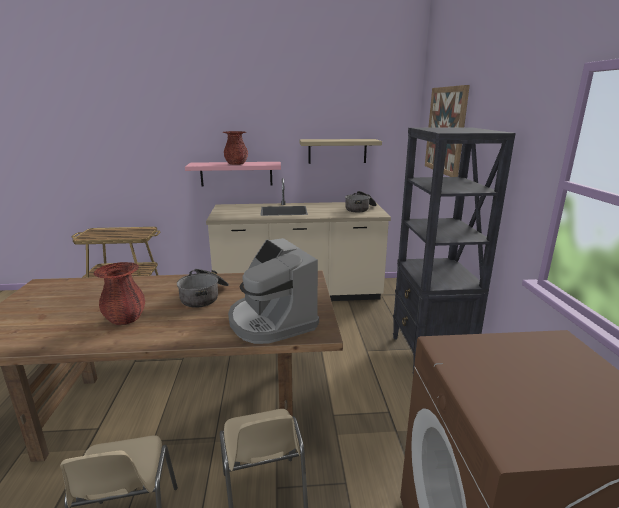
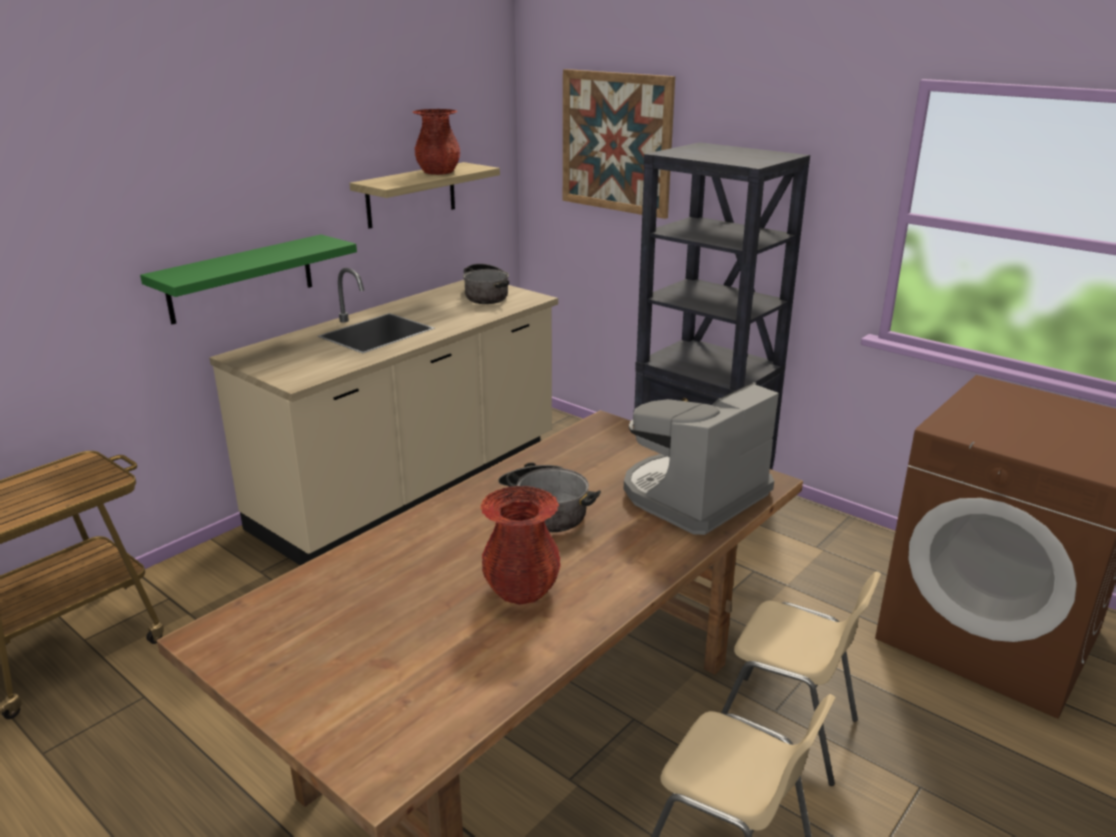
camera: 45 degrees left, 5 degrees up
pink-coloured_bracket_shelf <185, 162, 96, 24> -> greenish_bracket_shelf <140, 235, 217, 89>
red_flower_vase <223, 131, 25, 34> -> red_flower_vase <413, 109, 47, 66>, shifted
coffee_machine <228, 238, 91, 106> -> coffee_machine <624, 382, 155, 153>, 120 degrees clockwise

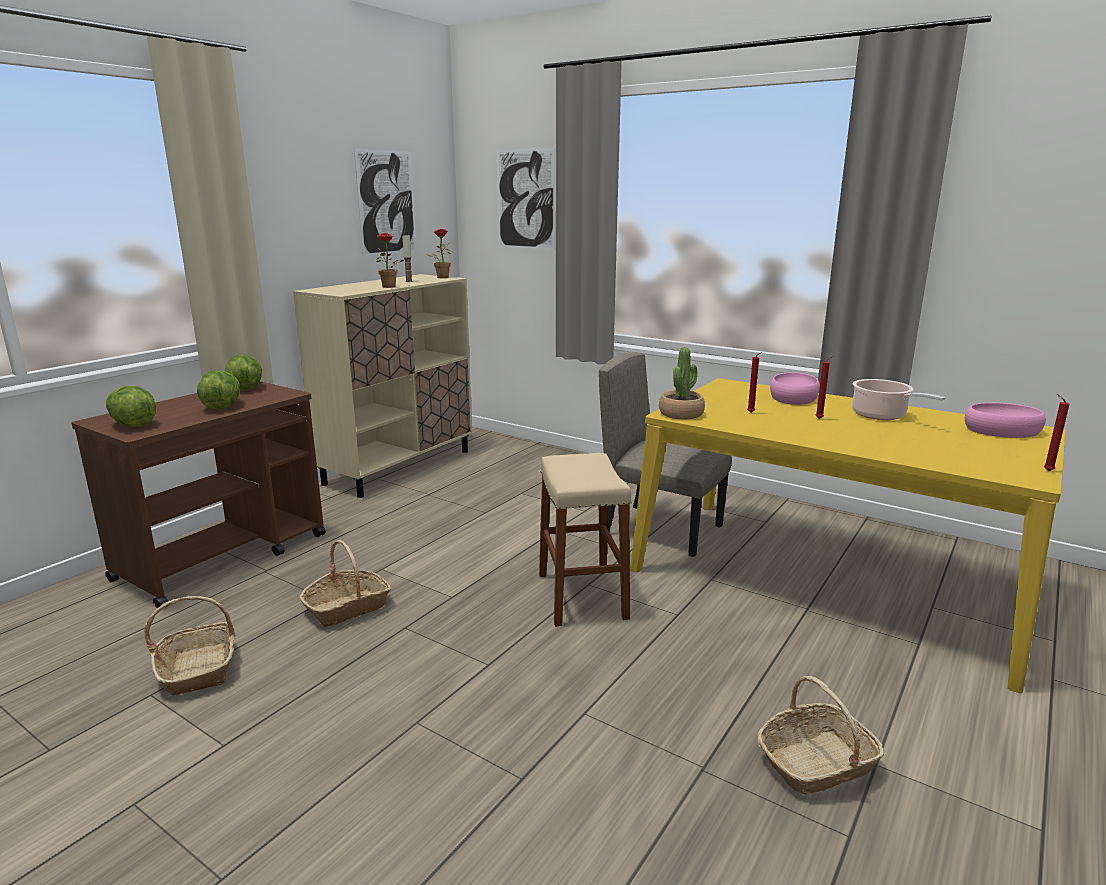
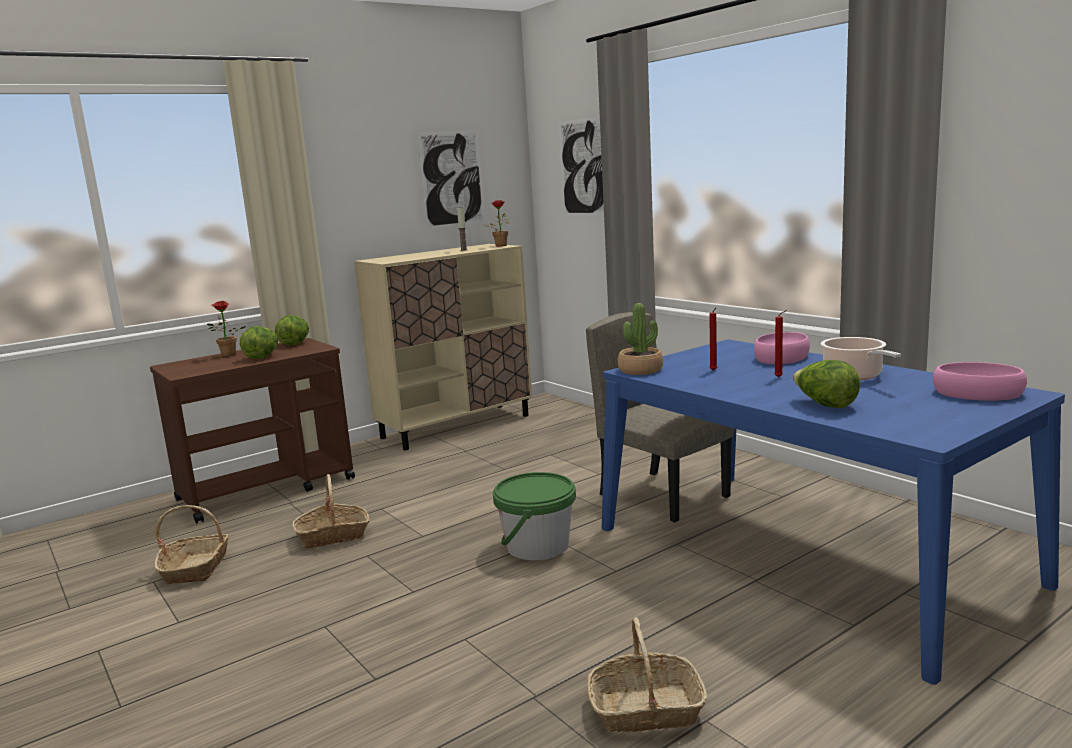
camera: 20 degrees right, 5 degrees down
head_of_lettuce <106, 386, 50, 41> -> head_of_lettuce <793, 360, 67, 48>, shifted
houseplant <376, 233, 29, 55> -> houseplant <207, 301, 39, 56>, shifted
beige_stool_seat <539, 453, 93, 174> -> greenish_water_bucket <493, 472, 83, 88>
yellow-coloured_dinner_table <630, 378, 436, 315> -> blue-coloured_dinner_table <602, 340, 463, 345>
red_wax_candle <1044, 394, 25, 77> -> none

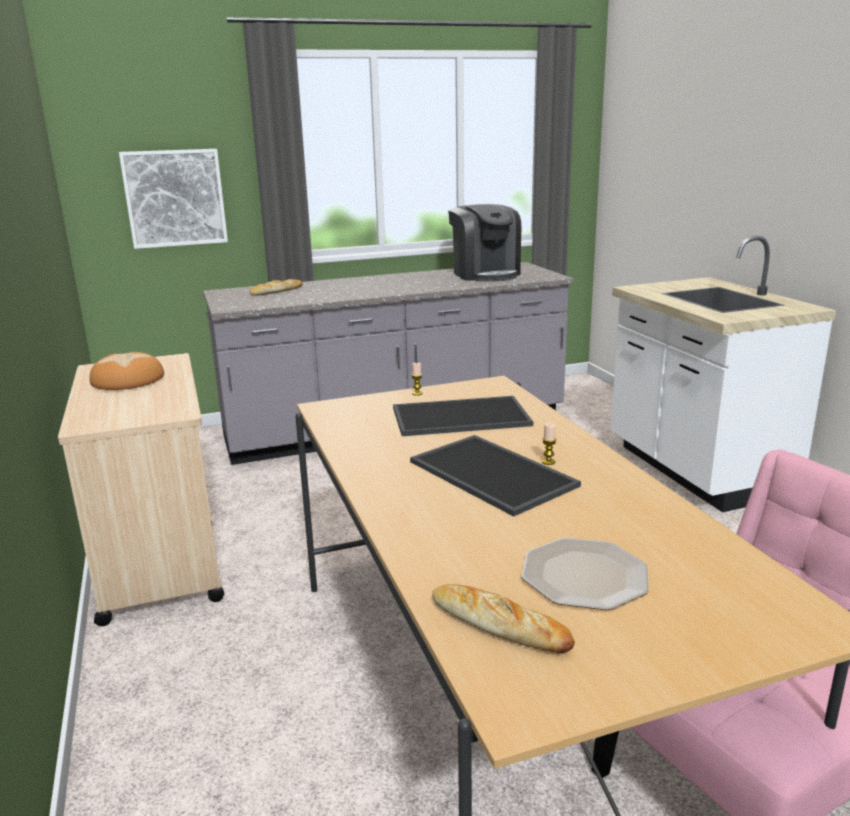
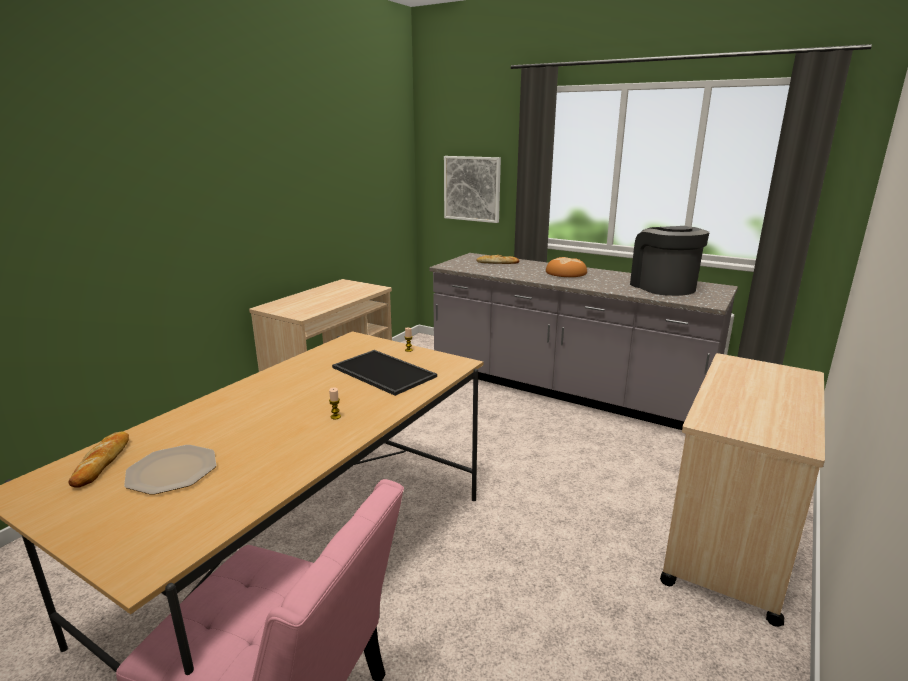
camera: 50 degrees right, 0 degrees up
baked_bread <89, 352, 75, 38> -> baked_bread <546, 257, 41, 20>, shifted
carrying_tray <410, 435, 171, 82> -> none
coffee_machine <448, 204, 73, 78> -> coffee_machine <630, 226, 79, 70>, 135 degrees clockwise
white_kitchen_base_unit <611, 236, 225, 276> -> beige_cart <660, 353, 165, 274>

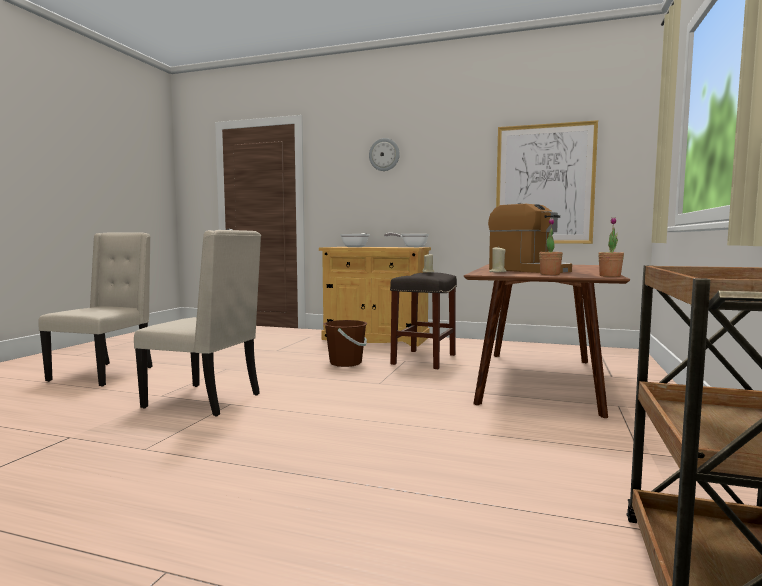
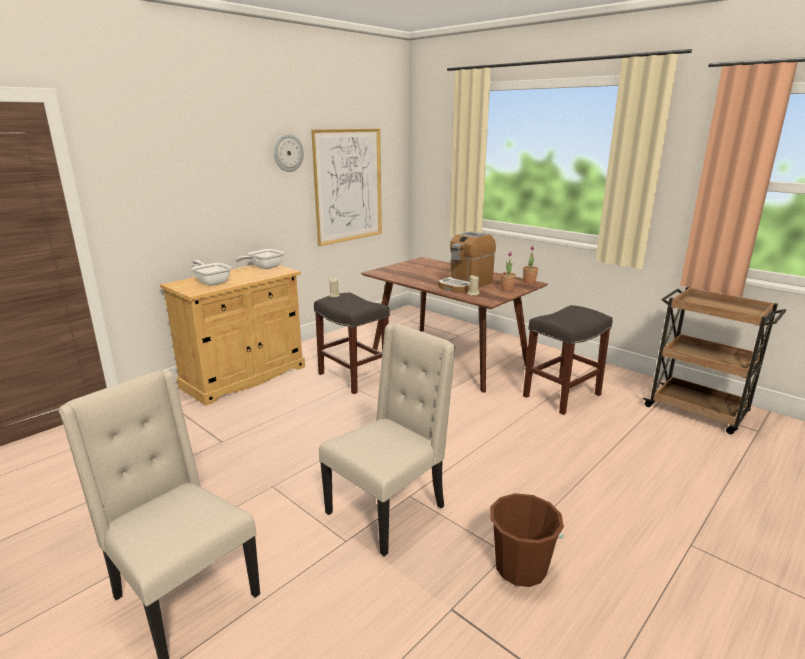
camera: 65 degrees left, 15 degrees up
brown_water_bucket <323, 320, 45, 47> -> brown_water_bucket <490, 493, 74, 94>, shifted
clock_on_the_wall <369, 138, 31, 33> -> clock_on_the_wall <274, 134, 30, 38>, shifted
coffee_machine <488, 203, 84, 70> -> coffee_machine <438, 231, 58, 62>, 150 degrees clockwise
none -> greyish_stool_seat <523, 305, 90, 110>

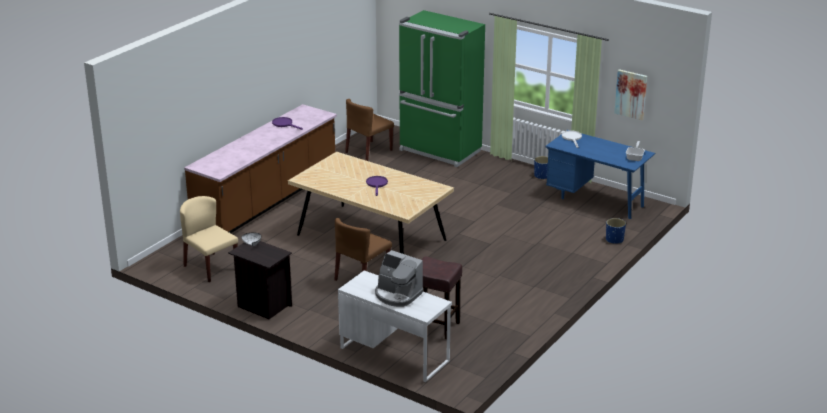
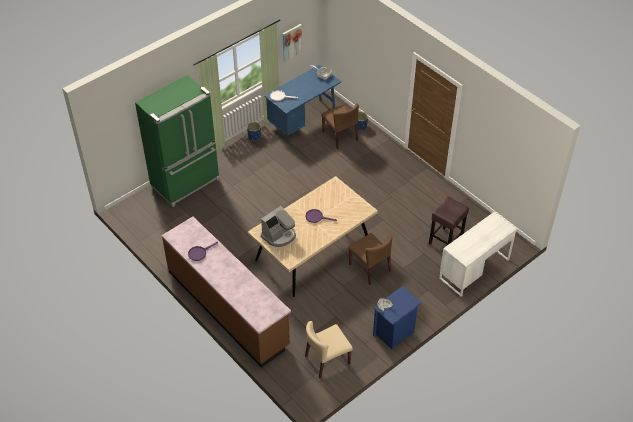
camera: 75 degrees left, 20 degrees up
blackish_night_table <228, 241, 64, 78> -> blue-coloured_night_table <373, 286, 49, 63>
brown_plain_chair <345, 99, 49, 62> -> brown_plain_chair <321, 103, 38, 46>, shifted
coffee_machine <375, 250, 49, 57> -> coffee_machine <261, 206, 35, 41>, shifted

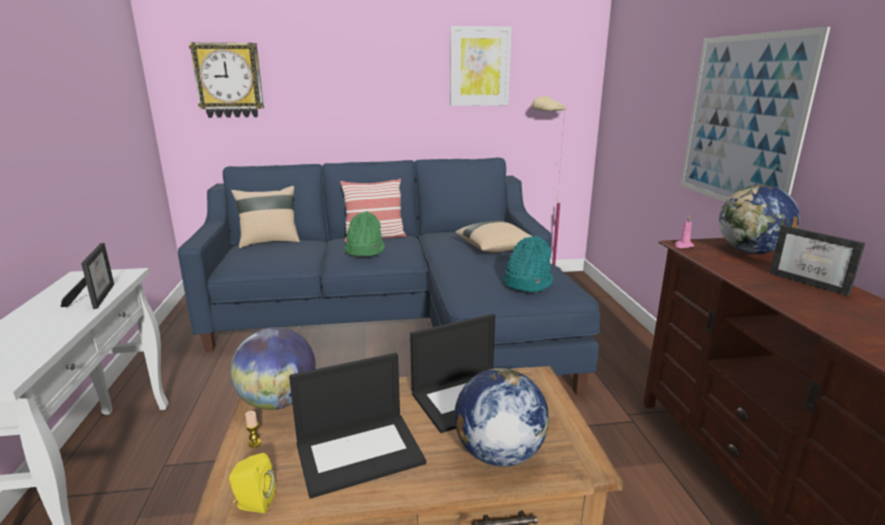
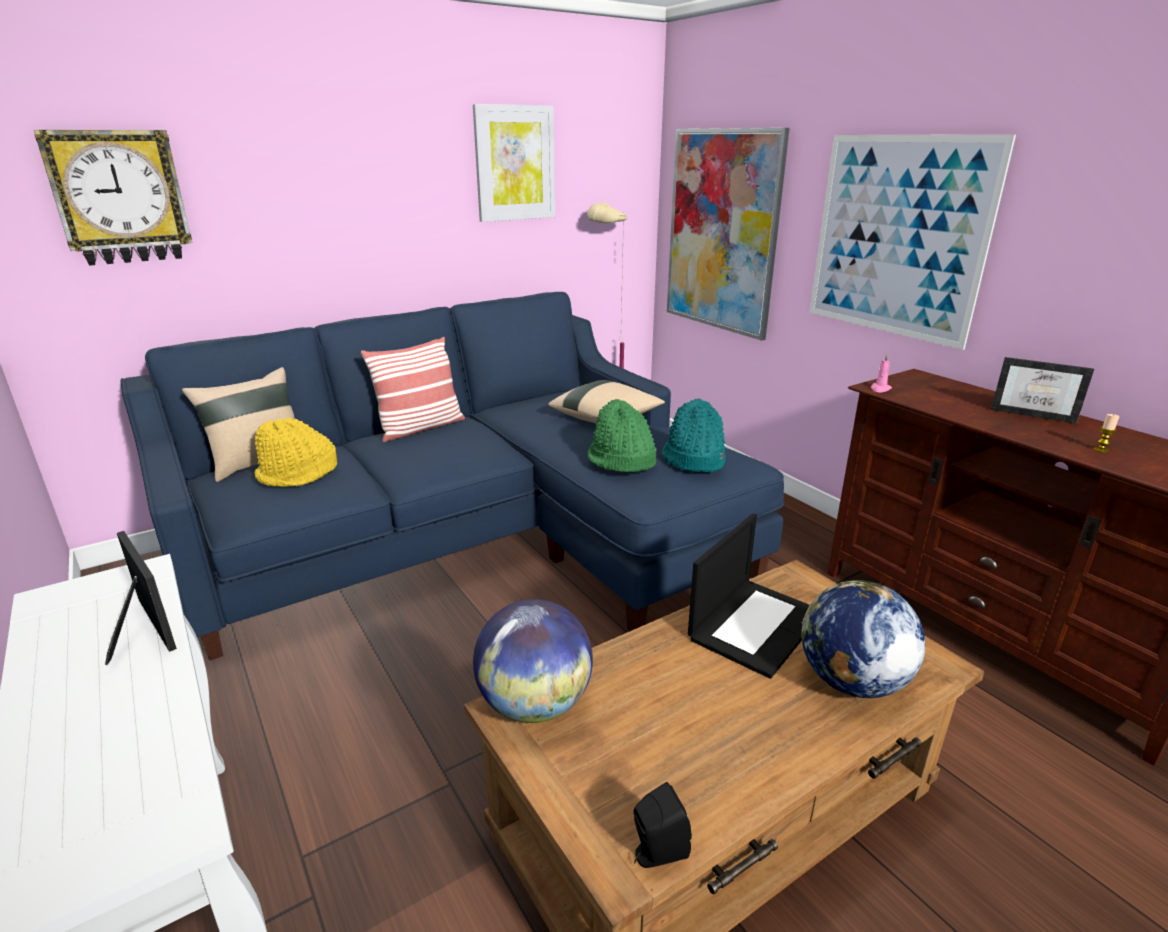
camera: 25 degrees left, 5 degrees up
yellow-coloured_speaker <229, 453, 46, 60> -> blackish_speaker <633, 782, 59, 86>
wax_candle <245, 411, 16, 37> -> wax_candle <1093, 414, 27, 39>, shifted
notebook_computer <289, 353, 137, 146> -> none
greenish_clothing_hat <344, 211, 41, 45> -> greenish_clothing_hat <588, 399, 69, 73>, shifted
desk_globe <719, 185, 81, 69> -> none
none -> yellow-coloured_clothing_hat <255, 418, 82, 69>
none -> wall_picture <667, 128, 123, 213>

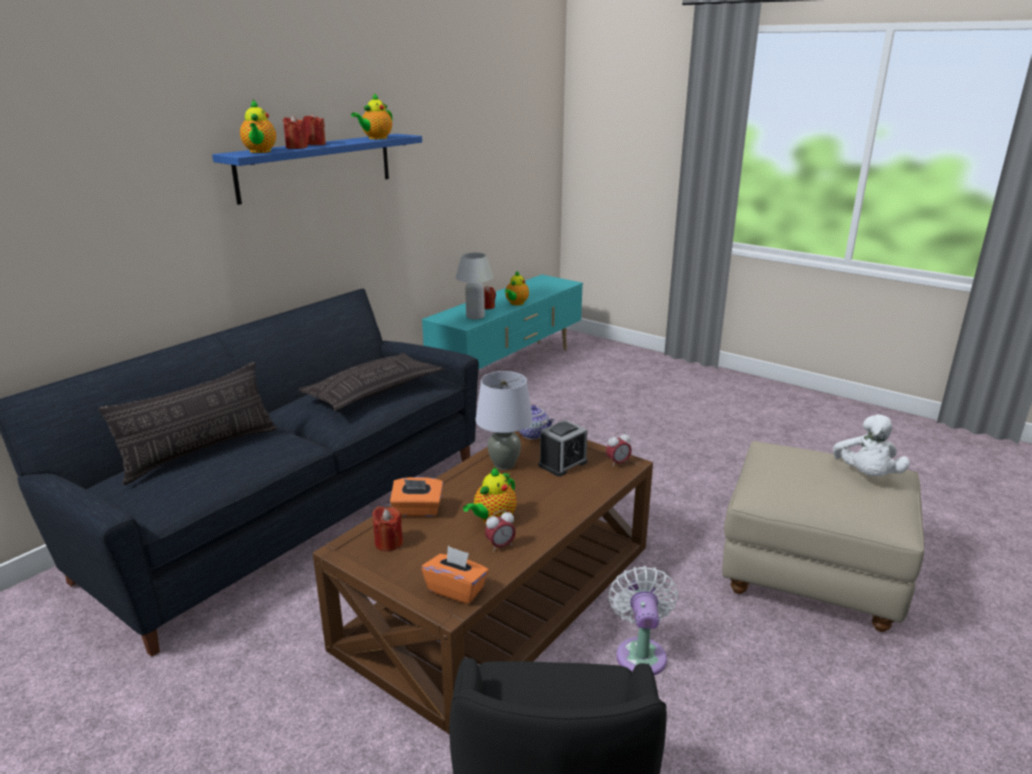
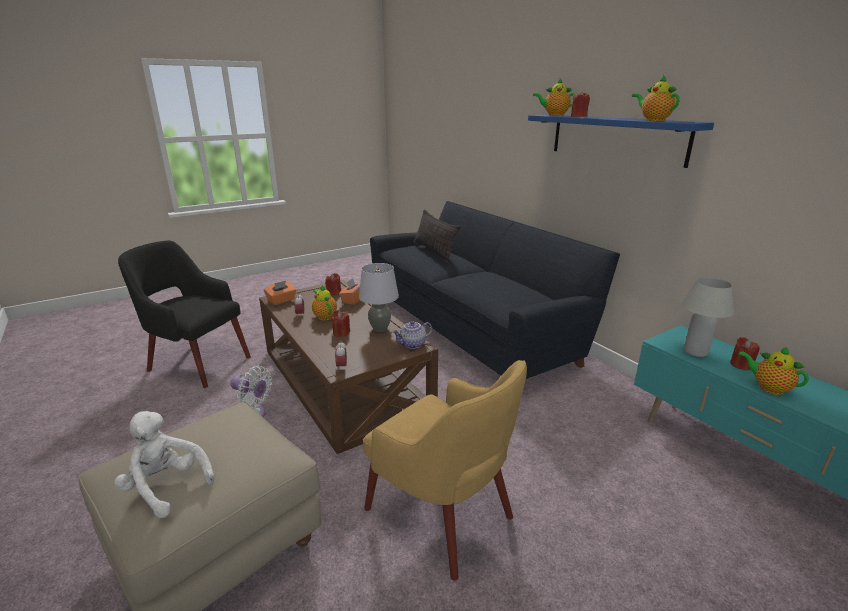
camera: 110 degrees right, 0 degrees up
cushion <299, 353, 145, 58> -> none
red_wax_candle <303, 113, 23, 32> -> red_wax_candle <331, 310, 19, 27>, shifted
table_clock <538, 420, 50, 57> -> none
none -> yellow-coloured_easy_chair <363, 360, 164, 221>

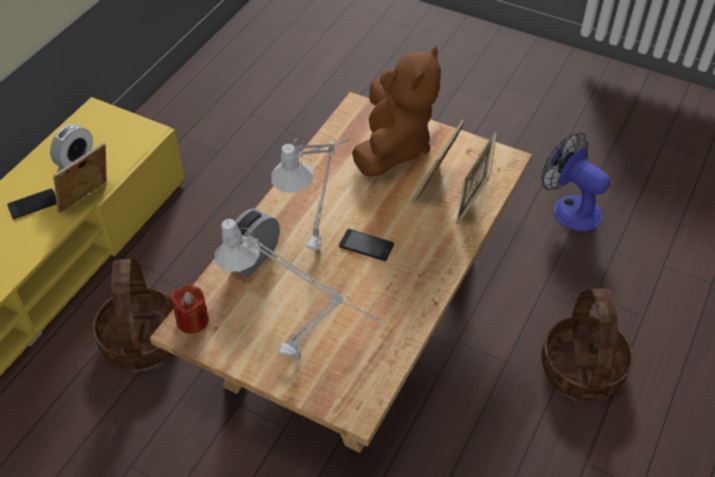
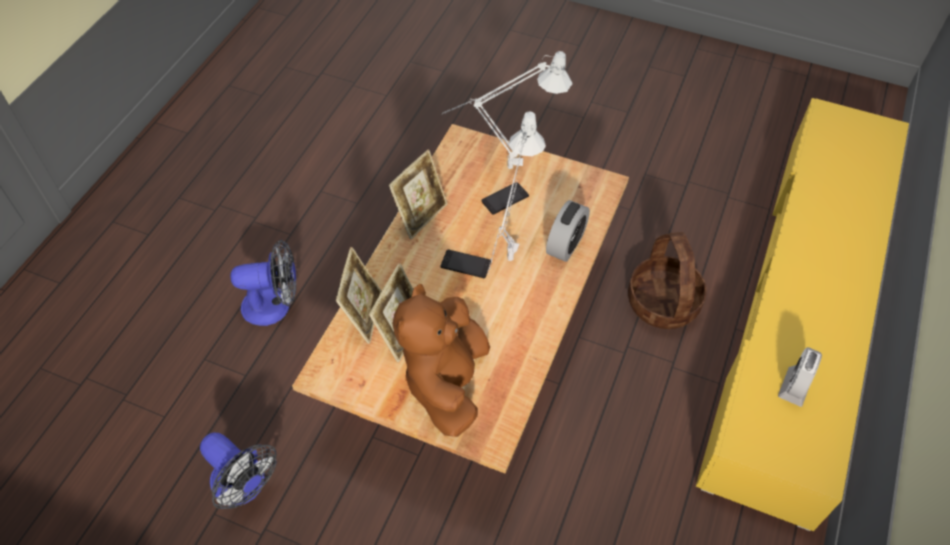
camera: 175 degrees right, 5 degrees up
handset <7, 188, 50, 31> -> handset <481, 182, 48, 33>, shifted
picture_frame <53, 143, 54, 70> -> picture_frame <389, 150, 59, 90>, shifted
red_wax_candle <171, 284, 38, 50> -> none
basket <541, 289, 92, 111> -> cooling_fan <230, 240, 66, 86>

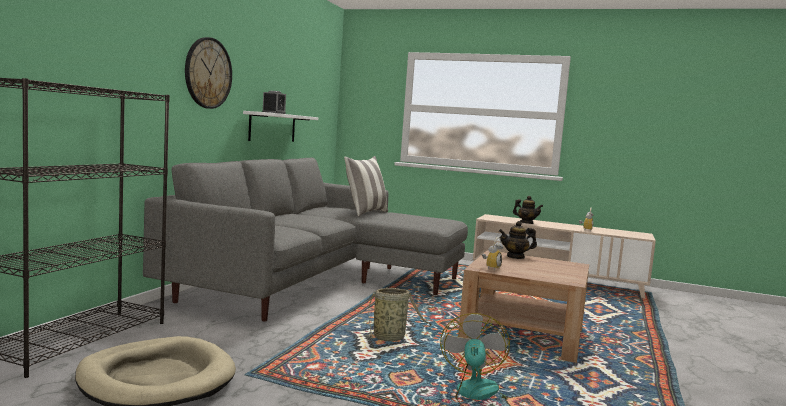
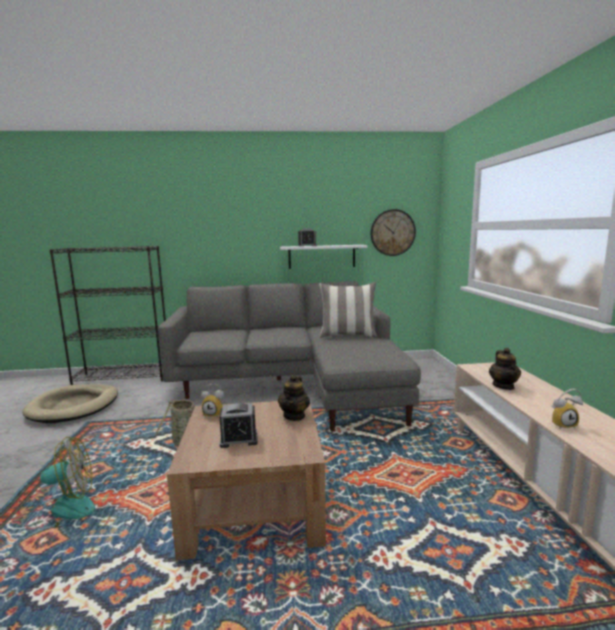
camera: 65 degrees right, 5 degrees up
clock_on_the_wall <185, 37, 47, 72> -> clock_on_the_wall <371, 209, 45, 47>, shifted
tea_pot <499, 221, 38, 38> -> tea_pot <278, 374, 32, 47>, 135 degrees counterclockwise
none -> table_clock <220, 403, 38, 45>

